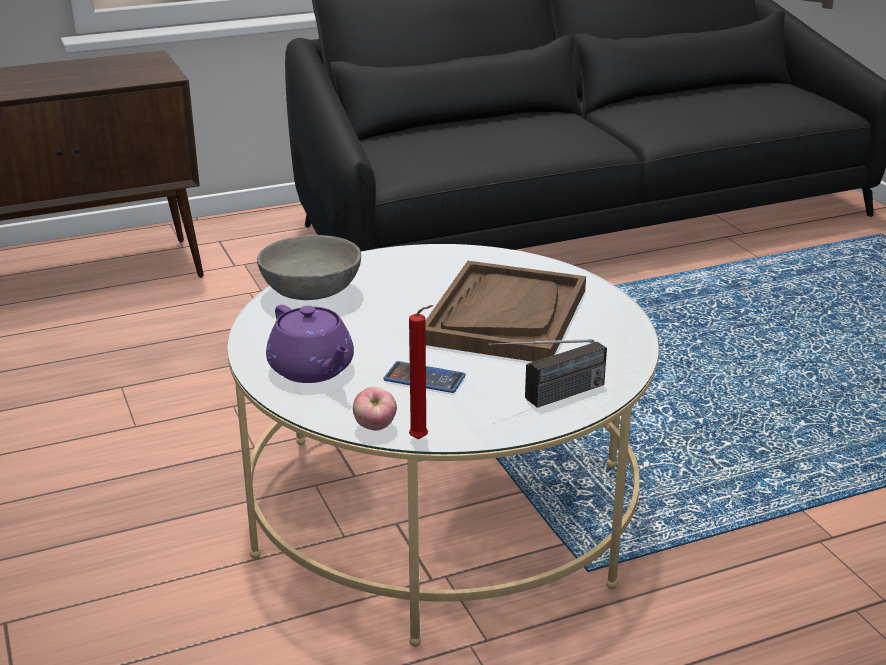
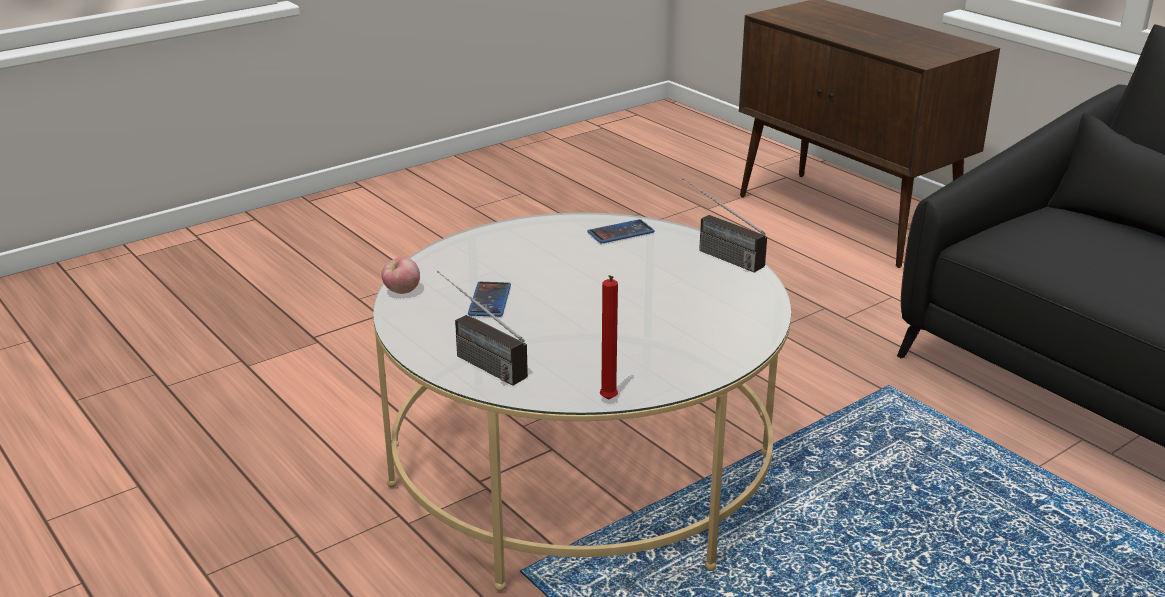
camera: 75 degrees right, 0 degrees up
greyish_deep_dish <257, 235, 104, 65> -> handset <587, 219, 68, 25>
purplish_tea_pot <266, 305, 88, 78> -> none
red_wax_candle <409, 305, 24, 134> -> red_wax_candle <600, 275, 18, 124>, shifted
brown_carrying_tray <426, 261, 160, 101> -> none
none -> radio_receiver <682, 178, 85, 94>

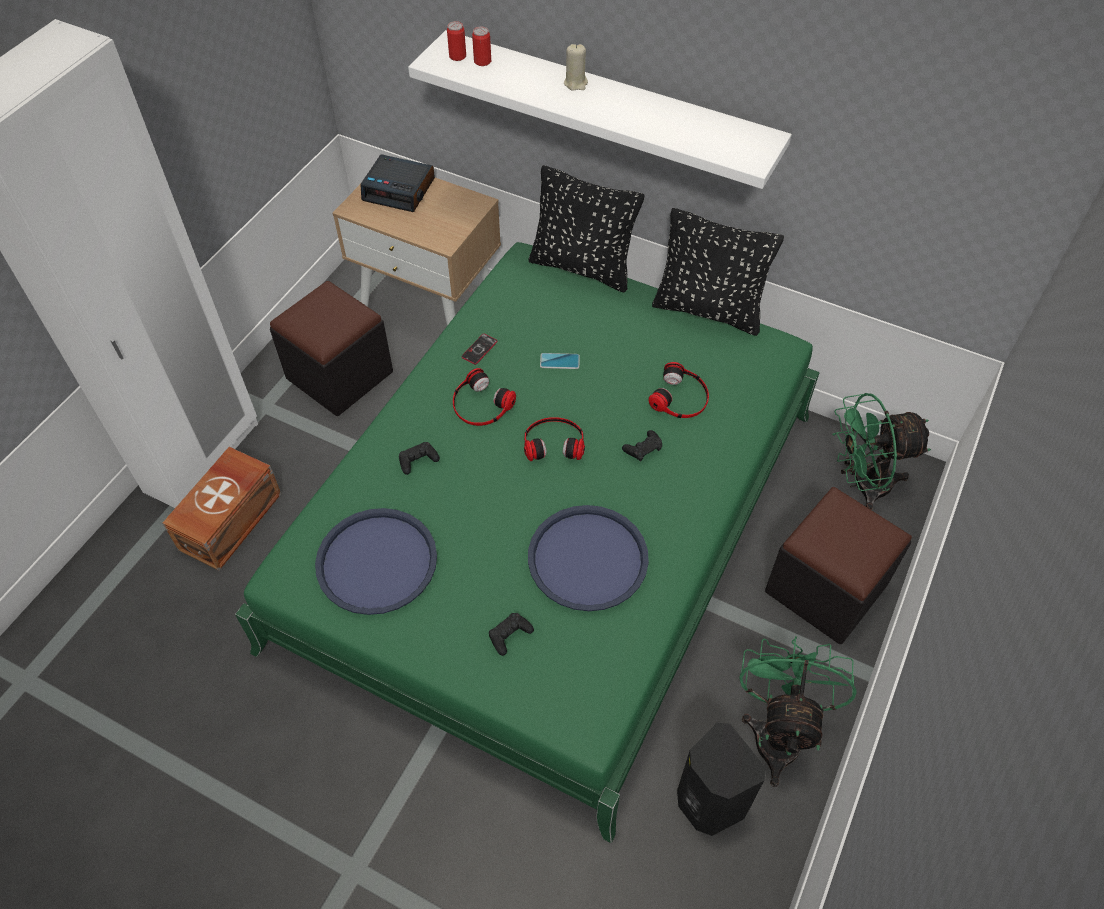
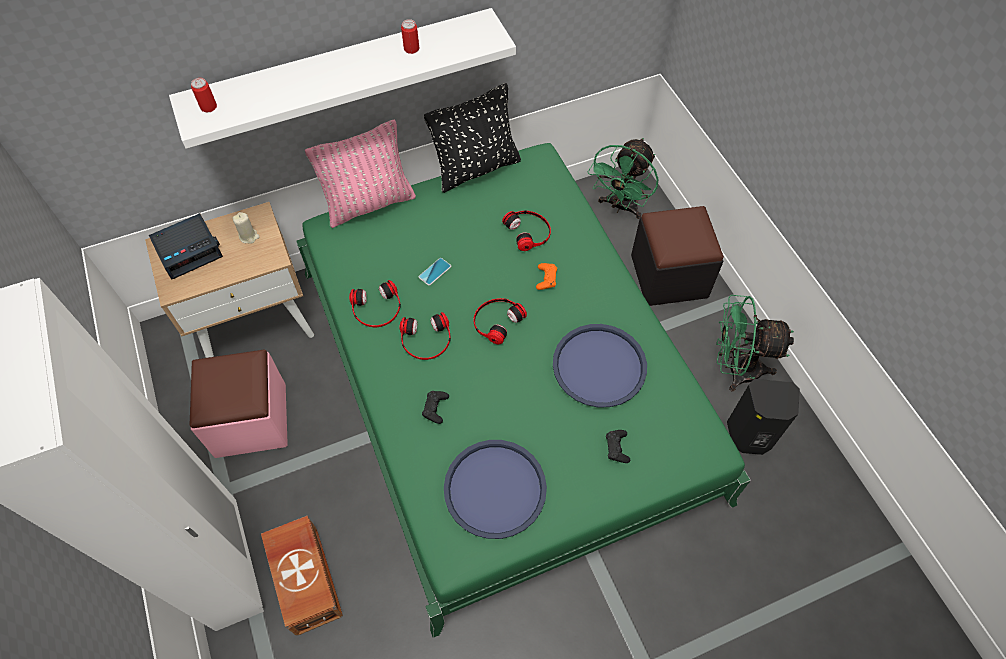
camera: 50 degrees left, 5 degrees up
blackish_footrest <270, 281, 123, 135> -> pink-coloured_footrest <190, 349, 98, 109>
handset <461, 334, 36, 31> -> headphones <349, 280, 52, 47>
sealed_can <472, 26, 19, 40> -> sealed_can <401, 19, 18, 35>, shifted
blackish_cushion <529, 165, 115, 127> -> pink-coloured_cushion <305, 120, 111, 108>
beige_wax_candle <564, 44, 24, 47> -> beige_wax_candle <233, 212, 27, 32>, shifted
blackish_game_controller <622, 430, 40, 32> -> orange-coloured_game_controller <536, 263, 21, 27>
greenish_cooling_fan <739, 636, 118, 151> -> greenish_cooling_fan <716, 295, 78, 96>, 45 degrees counterclockwise

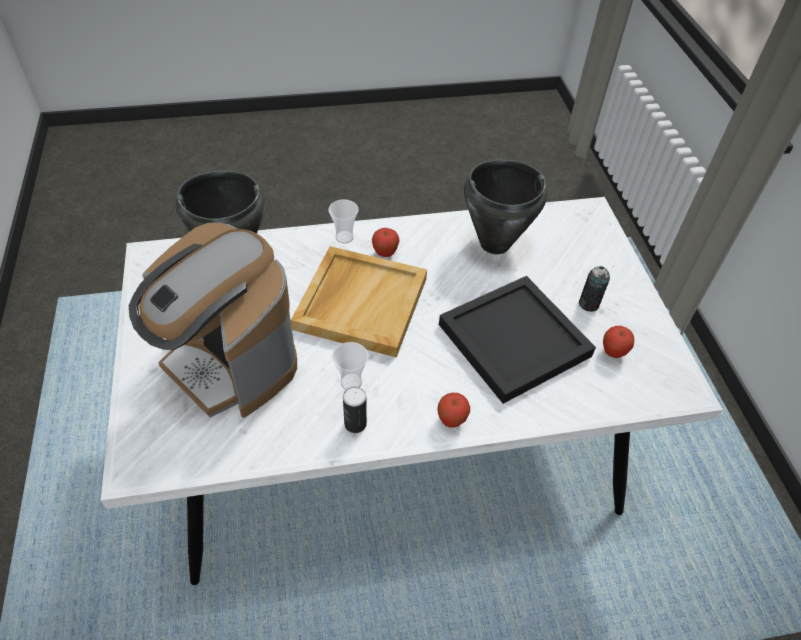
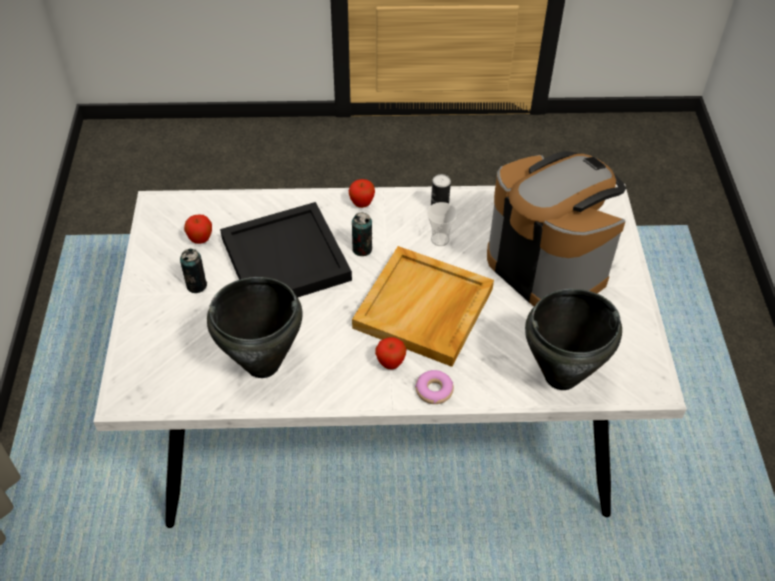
camera: 170 degrees left, 0 degrees up
small_cup <328, 199, 31, 45> -> ring_doughnut <415, 370, 39, 34>
none -> sealed_can <352, 212, 20, 44>

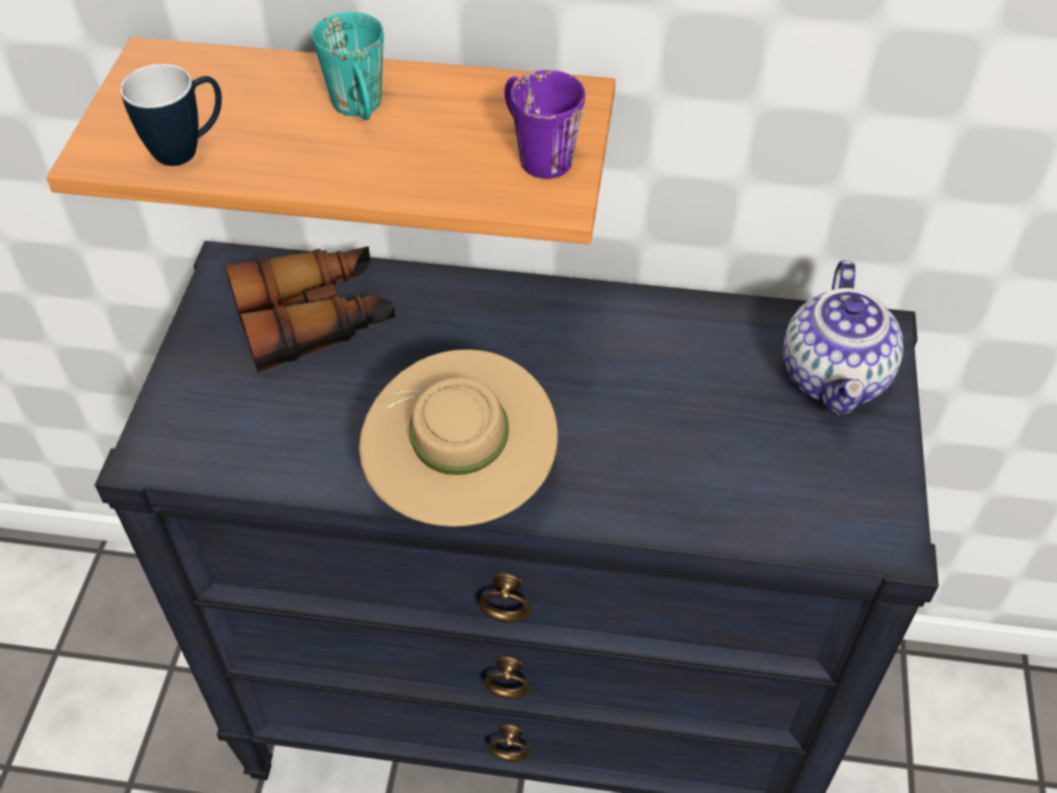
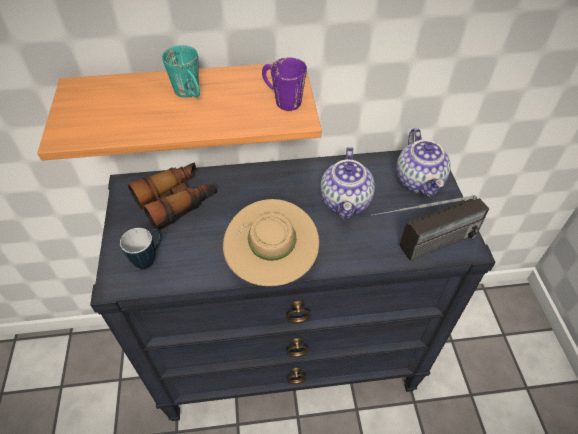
camera: 15 degrees left, 0 degrees up
mug <120, 64, 102, 102> -> mug <120, 228, 42, 41>, shifted
none -> tea_pot <320, 147, 55, 72>
none -> radio_receiver <371, 195, 118, 66>

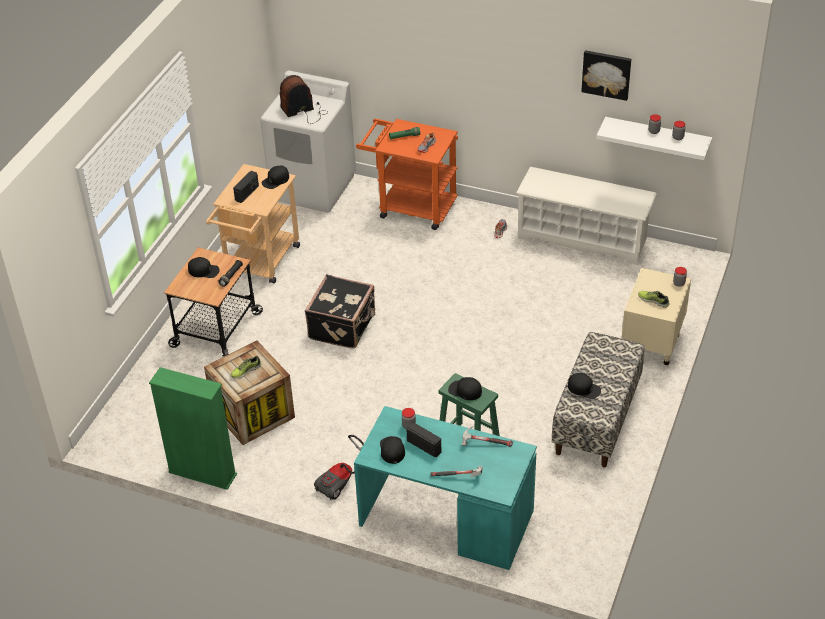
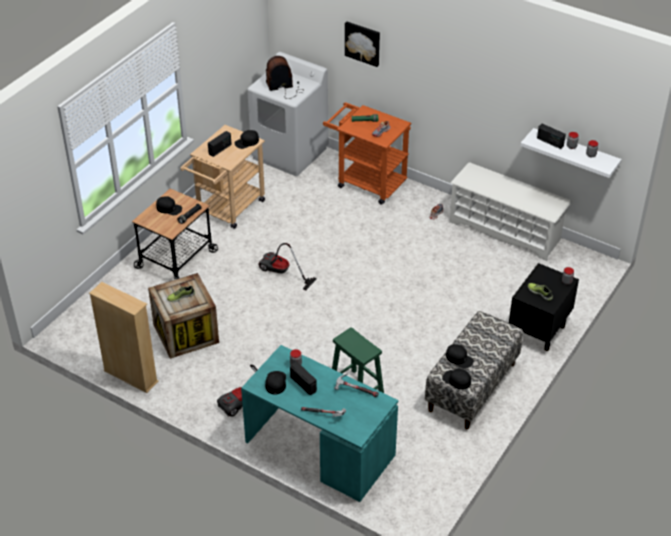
camera: 10 degrees right, 0 degrees up
greenish_bookcase <149, 367, 88, 123> -> beige_bookcase <89, 282, 70, 111>
blackish_piece_of_luggage <305, 274, 70, 75> -> hoover <258, 243, 59, 48>
blackish_baseball_cap <448, 377, 34, 23> -> blackish_baseball_cap <442, 369, 29, 21>, shifted
wall_picture <581, 50, 50, 51> -> wall_picture <345, 21, 35, 46>, shifted
beige_night_table <621, 268, 70, 97> -> blackish_night_table <509, 263, 70, 88>
none -> radio_receiver <537, 124, 29, 25>

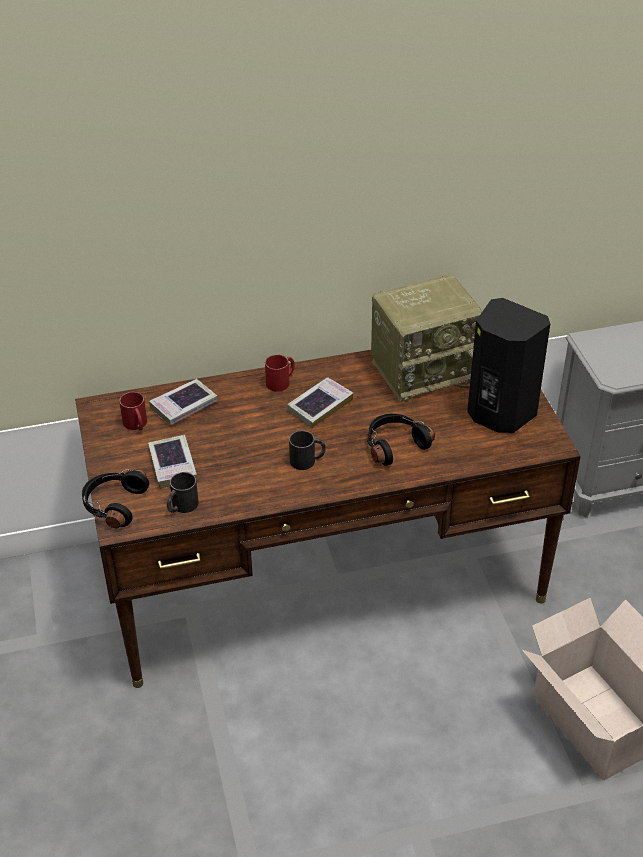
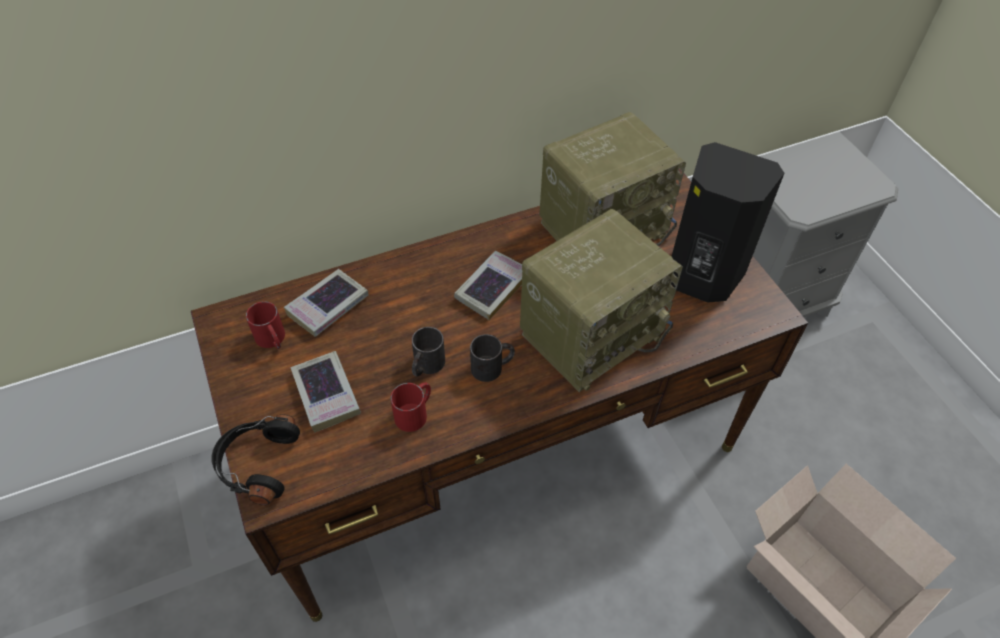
camera: 10 degrees left, 10 degrees up
blackish_mug <167, 472, 32, 41> -> blackish_mug <412, 327, 33, 50>, shifted
red_mug <265, 355, 30, 37> -> red_mug <390, 382, 41, 50>, shifted
blackish_headphones <367, 413, 68, 53> -> radio_receiver <520, 209, 163, 183>

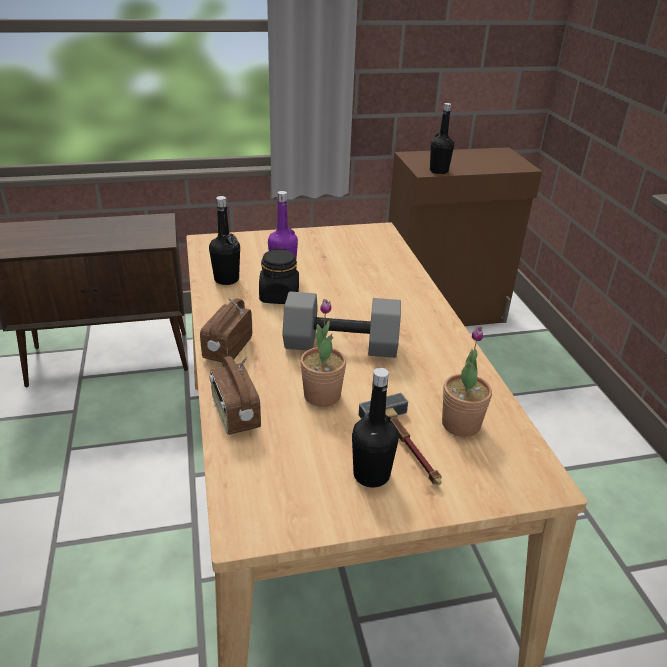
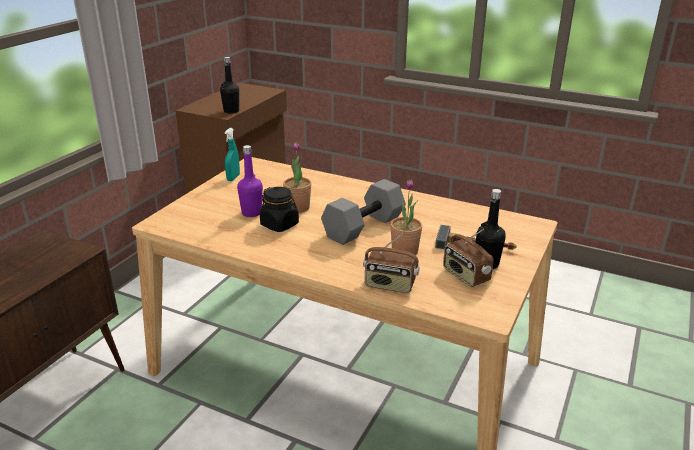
camera: 50 degrees left, 5 degrees down
radio_receiver <200, 297, 52, 65> -> radio_receiver <443, 228, 50, 59>, shifted
blackish_bottle <209, 196, 31, 89> -> none
houseplant <442, 326, 50, 111> -> houseplant <283, 142, 28, 71>, shifted
none -> blue-green_sprayer <224, 128, 16, 53>

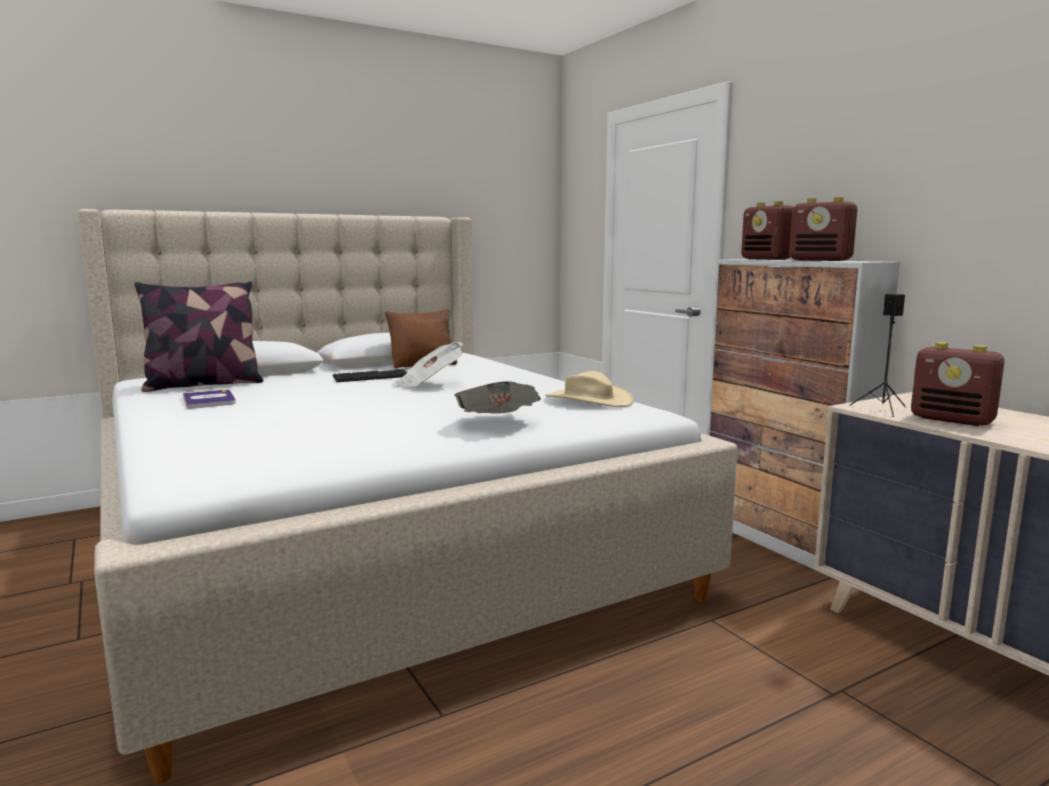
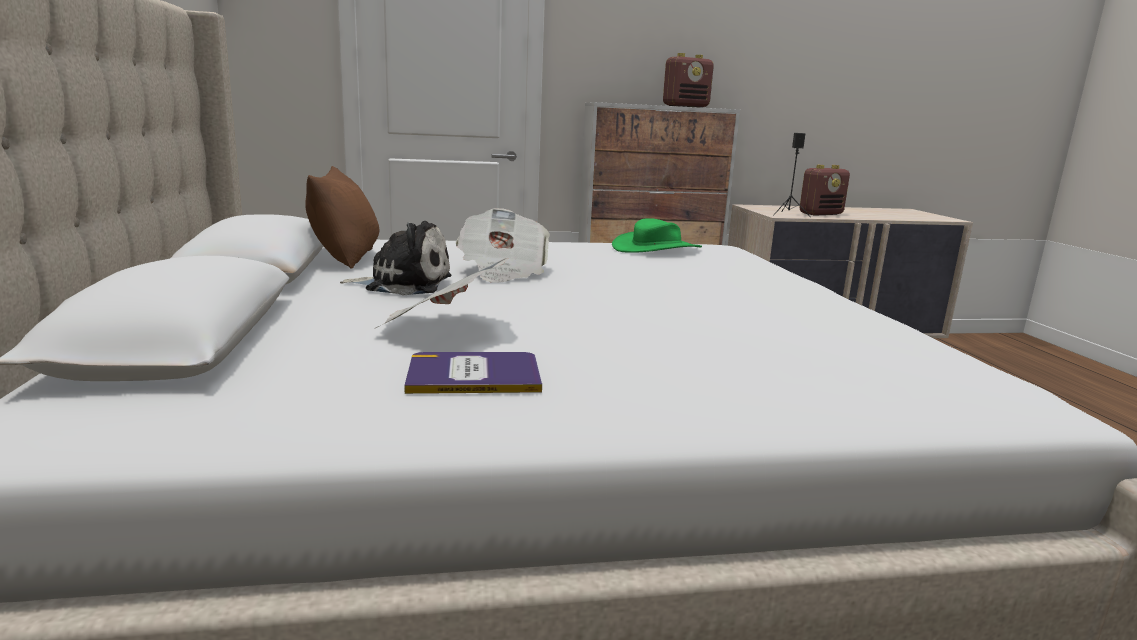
camera: 70 degrees left, 5 degrees up
cushion <134, 281, 130, 111> -> none
computer_keyboard <332, 369, 75, 13> -> soft_toy <340, 221, 111, 74>
printed_paper <454, 381, 87, 33> -> printed_paper <374, 258, 134, 71>, shifted
beige_clothing_hat <545, 371, 89, 36> -> greenish_clothing_hat <612, 218, 90, 35>
radio_receiver <741, 201, 52, 59> -> none

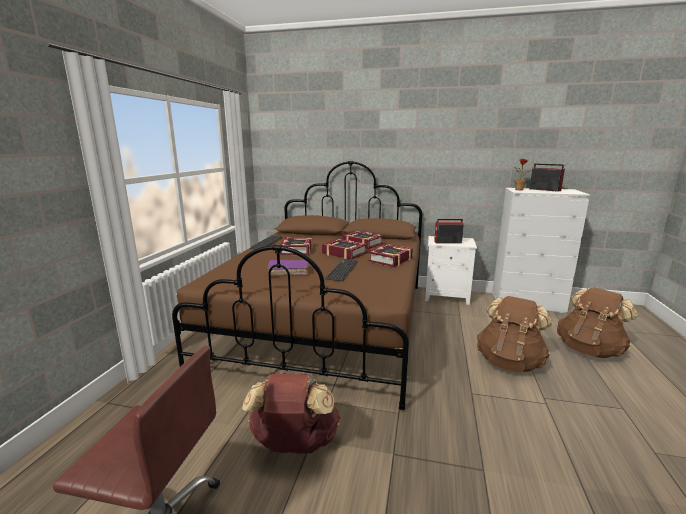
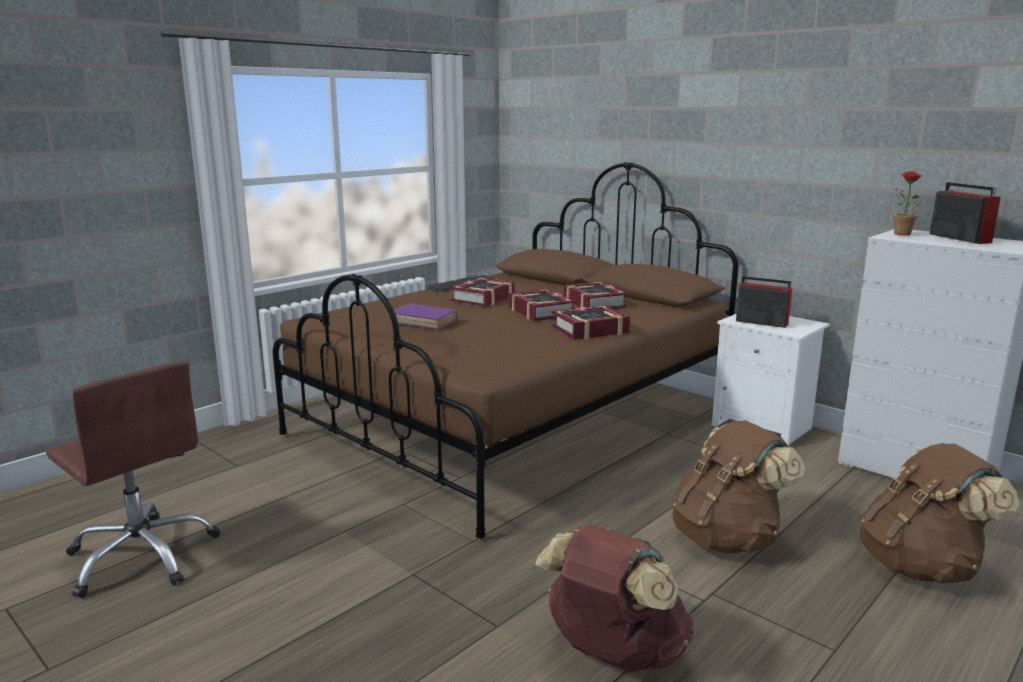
camera: 30 degrees right, 0 degrees up
brown_backpack <242, 373, 98, 81> -> brown_backpack <535, 524, 159, 148>, shifted
computer_keyboard <325, 259, 33, 22> -> none

